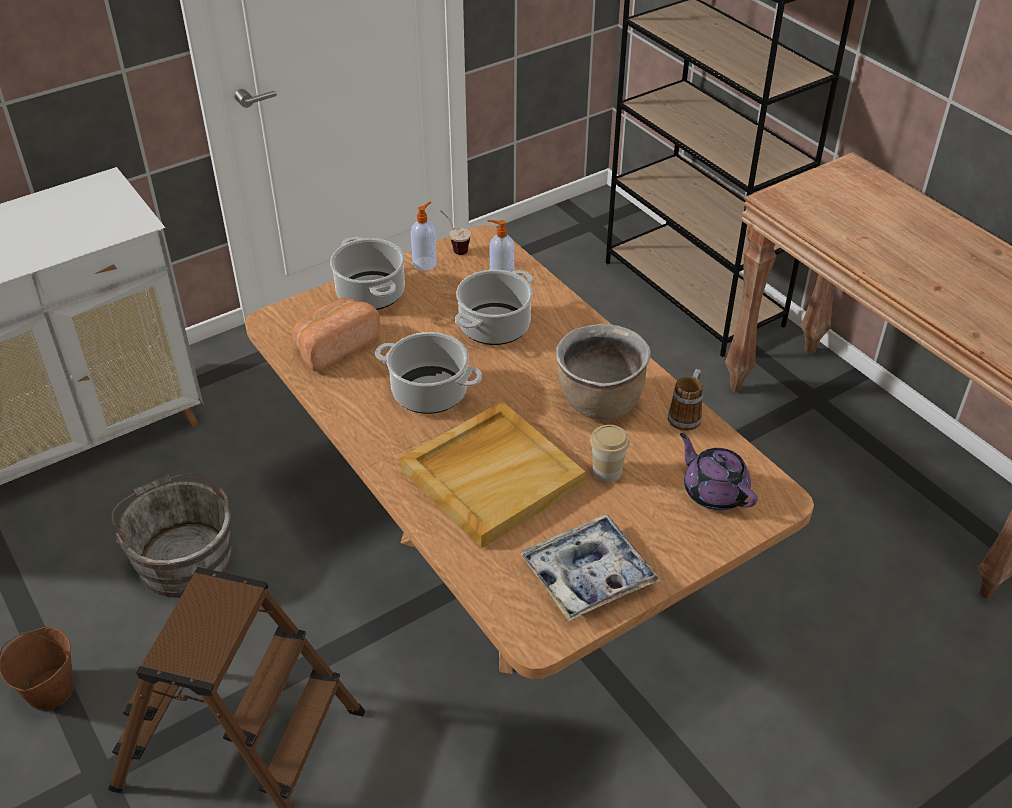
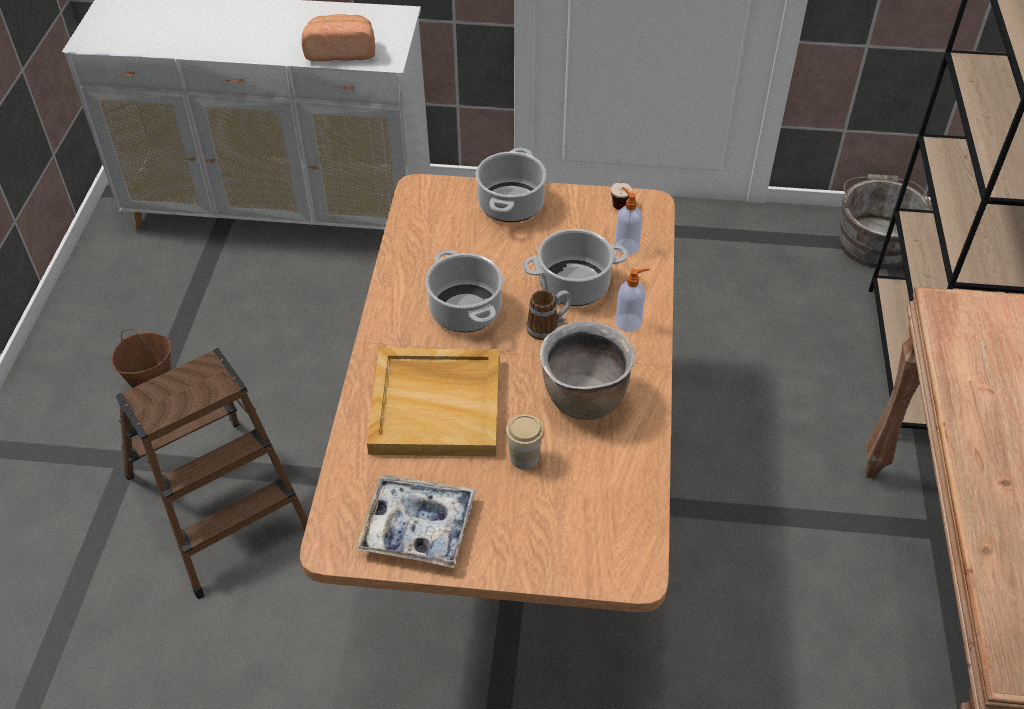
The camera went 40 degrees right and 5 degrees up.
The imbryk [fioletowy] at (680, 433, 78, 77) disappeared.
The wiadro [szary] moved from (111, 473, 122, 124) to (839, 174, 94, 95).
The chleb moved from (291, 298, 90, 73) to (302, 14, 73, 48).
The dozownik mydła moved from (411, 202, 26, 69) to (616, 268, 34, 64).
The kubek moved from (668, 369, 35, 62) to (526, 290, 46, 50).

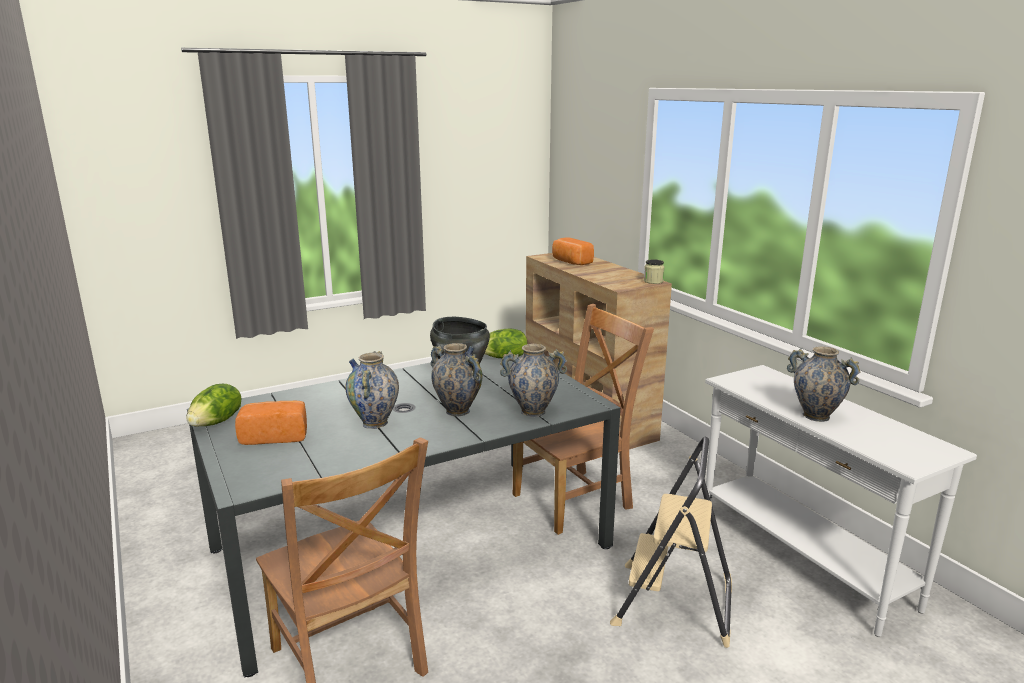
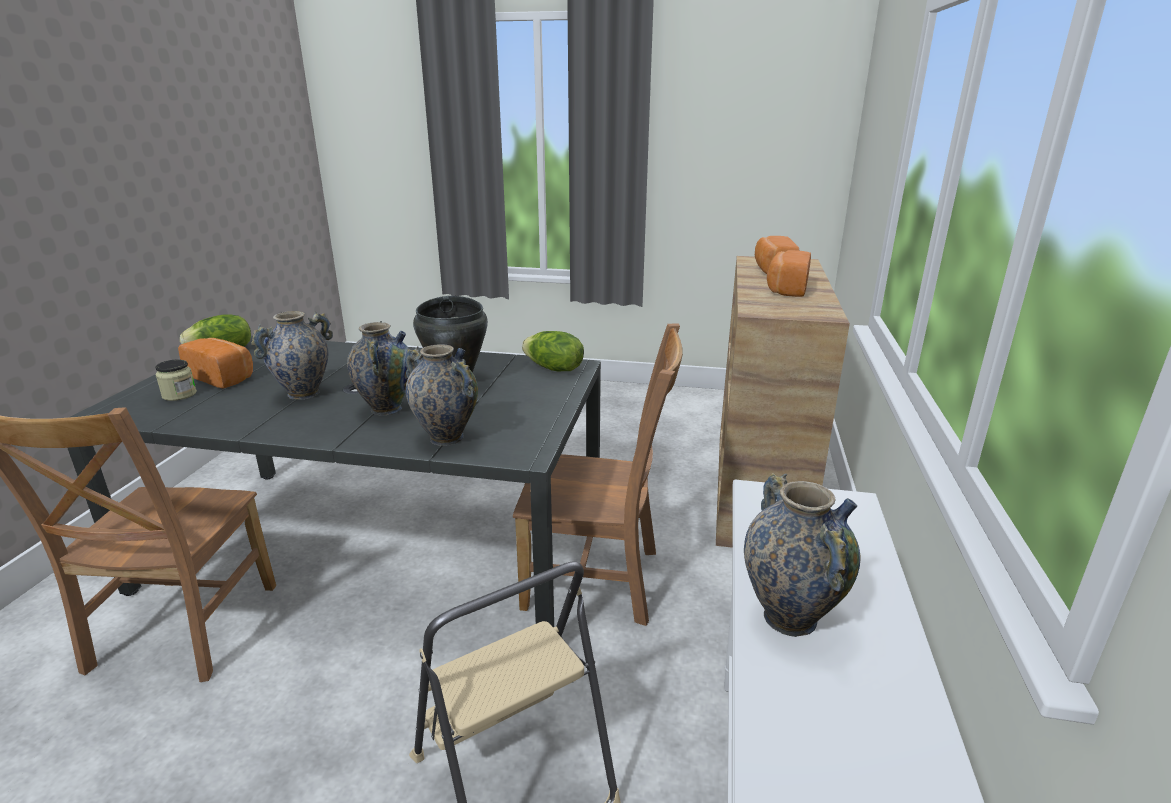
The camera went 40 degrees right and 5 degrees up.
The chleb at (767, 250, 44, 47) appeared.
The słoik moved from (644, 259, 21, 25) to (155, 359, 42, 42).

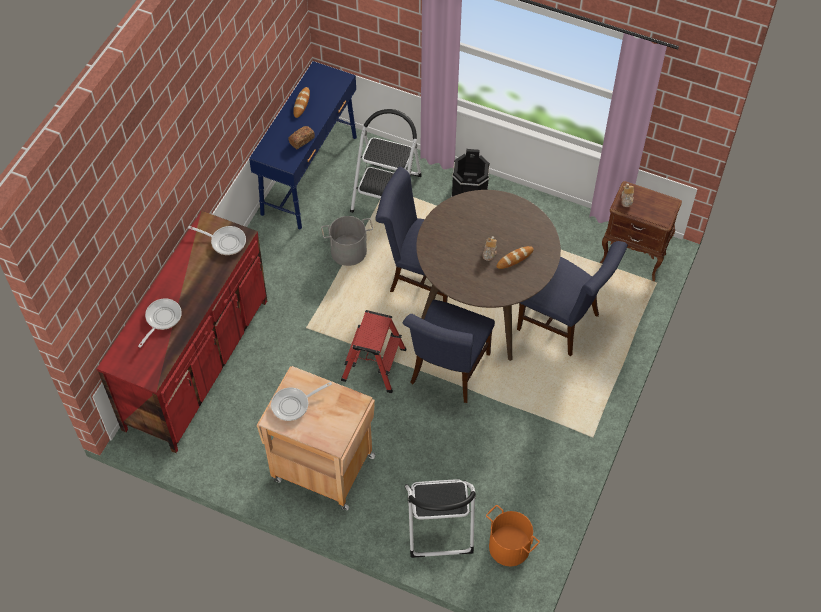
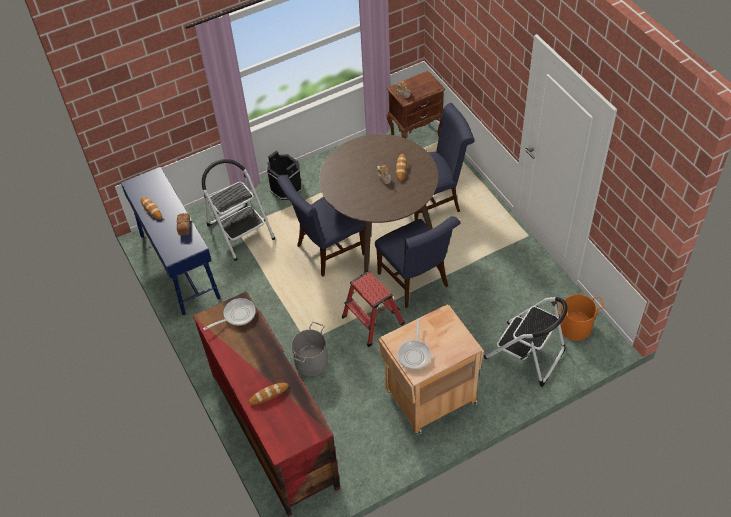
The camera went 50 degrees left and 5 degrees down.
The wiadro [szary] moved from (321, 216, 52, 50) to (292, 322, 36, 54).
The patelnia at (138, 298, 44, 50) was replaced by the chleb at (248, 383, 40, 22).

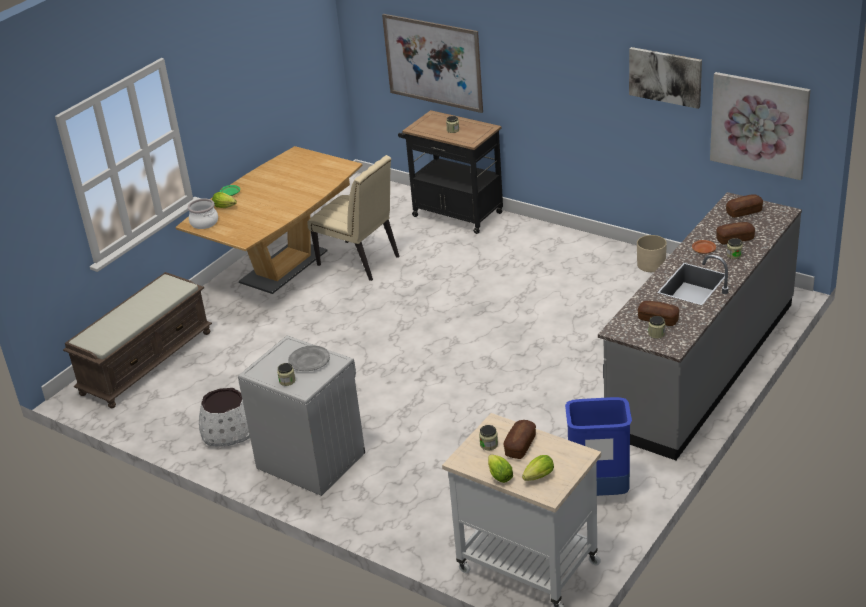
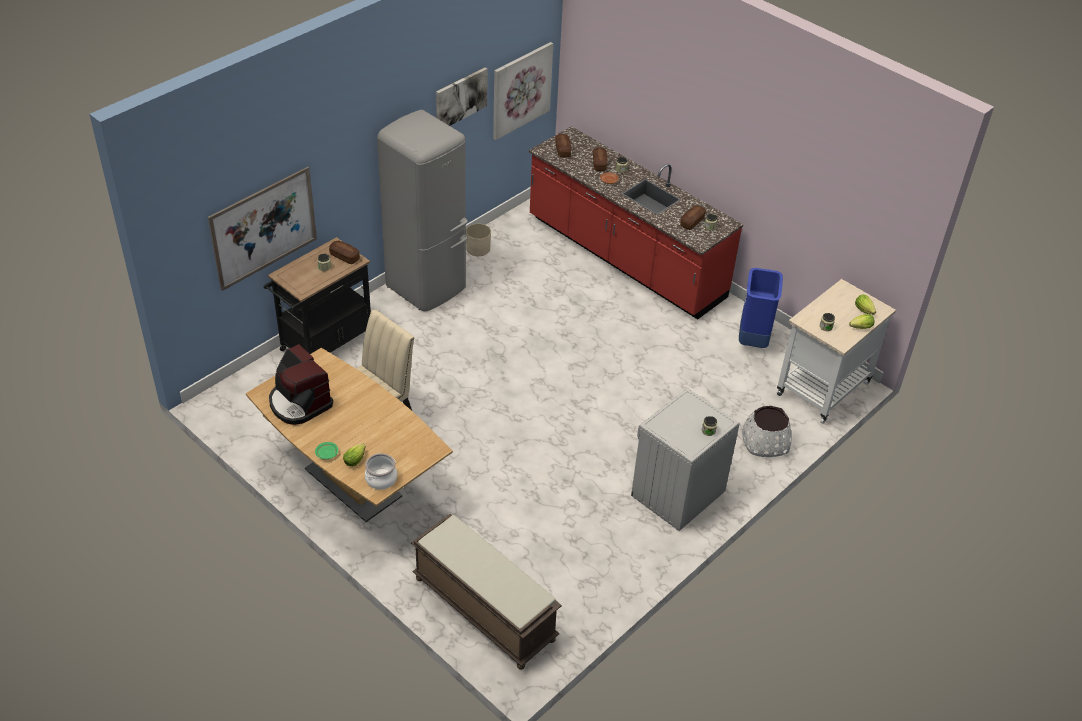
The camera went 85 degrees left and 10 degrees up.
The talerz [szary] at (288, 346, 42, 25) disappeared.
The ekspres do kawy at (269, 344, 64, 81) appeared.
The lodówka [szary] at (377, 110, 91, 201) appeared.
The donica [biały] moved from (199, 388, 51, 59) to (742, 406, 50, 51).
The chleb moved from (503, 420, 33, 39) to (329, 241, 31, 23).
The zabudowa kuchenna [szary] at (598, 192, 204, 268) became the zabudowa kuchenna [czerwony] at (529, 126, 214, 193).

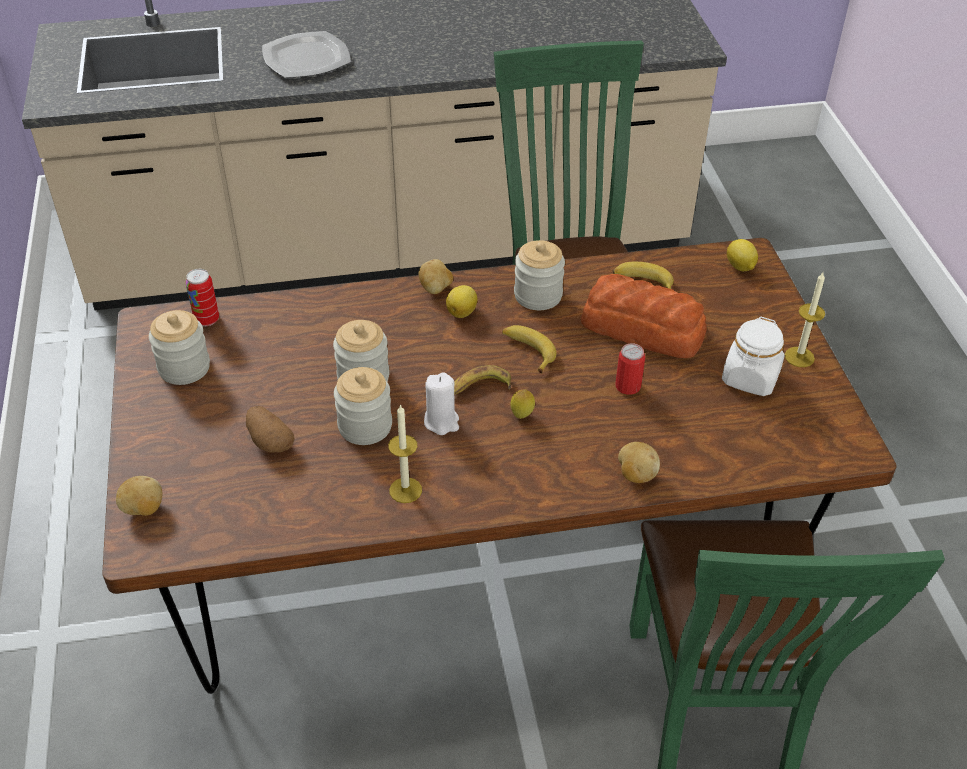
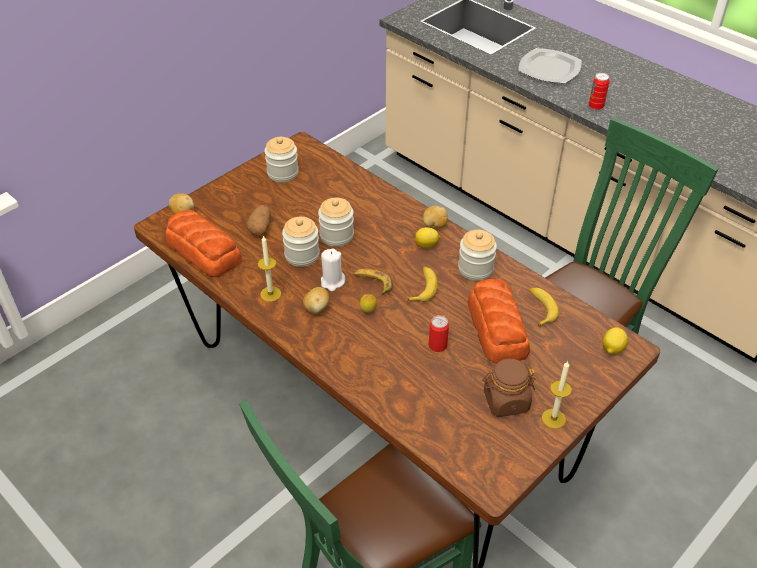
The camera went 55 degrees right and 0 degrees up.
The chleb at (166, 210, 76, 67) appeared.
The puszka moved from (186, 269, 33, 57) to (589, 73, 21, 37).
The ziemniak moved from (618, 442, 42, 41) to (303, 287, 26, 27).
The słoik [biały] at (722, 317, 63, 79) became the słoik [brązowy] at (482, 359, 54, 58).

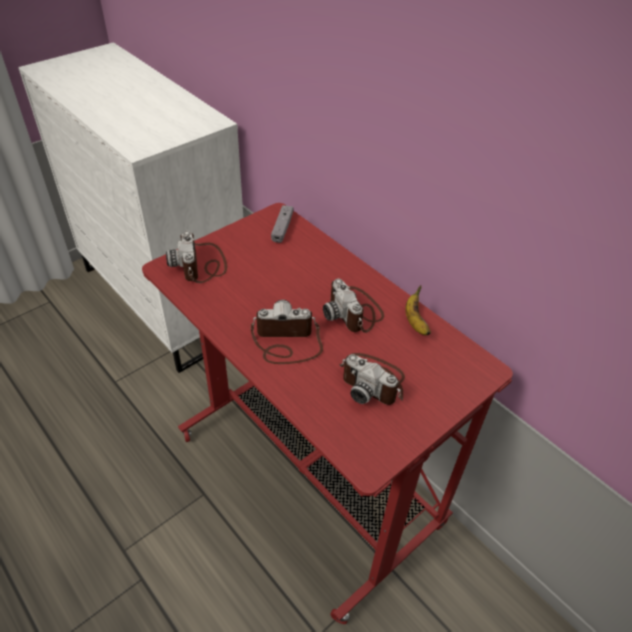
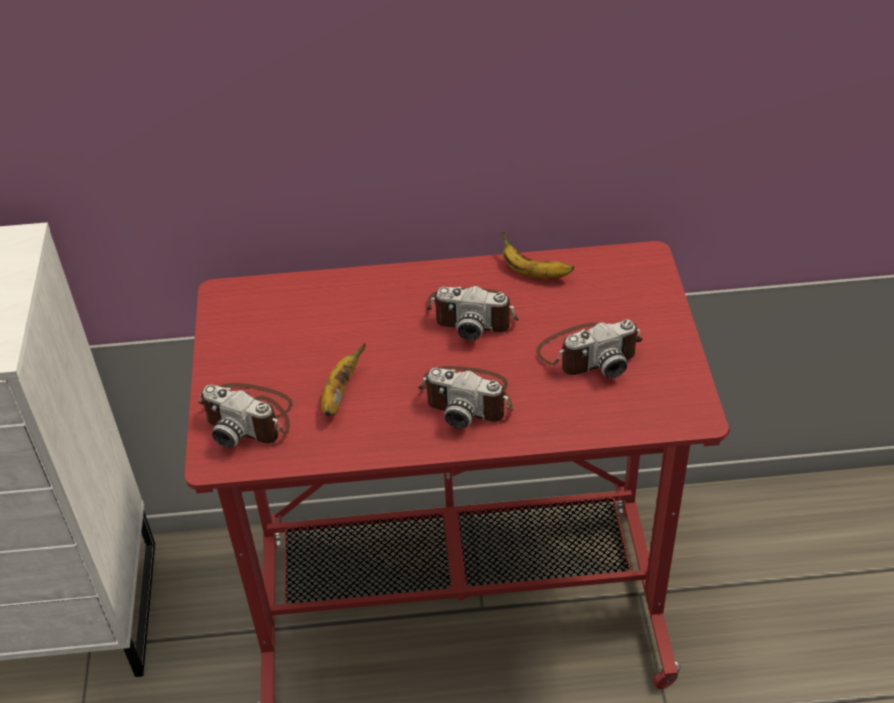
The camera went 50 degrees left and 0 degrees up.
The pad do gier [szary] at (271, 205, 23, 38) disappeared.
The banan at (321, 343, 45, 73) appeared.
The aparat fotograficzny at (251, 300, 72, 64) turned 105 degrees counterclockwise.

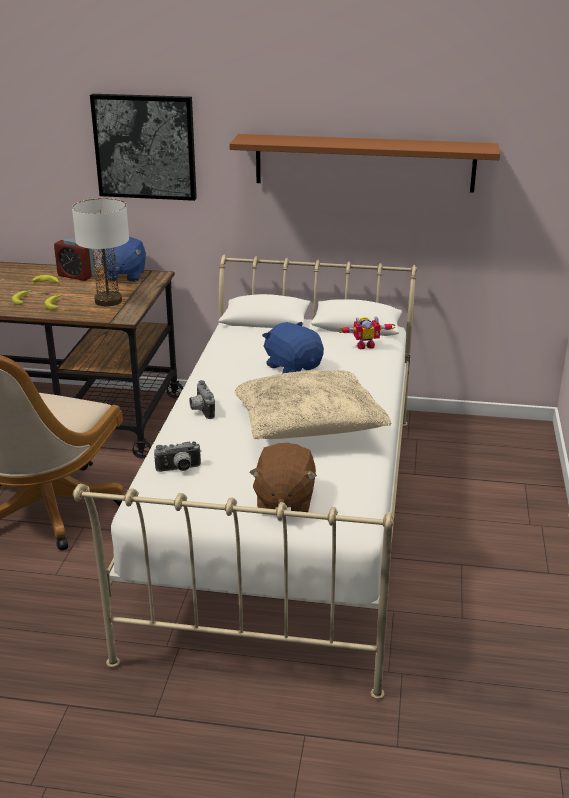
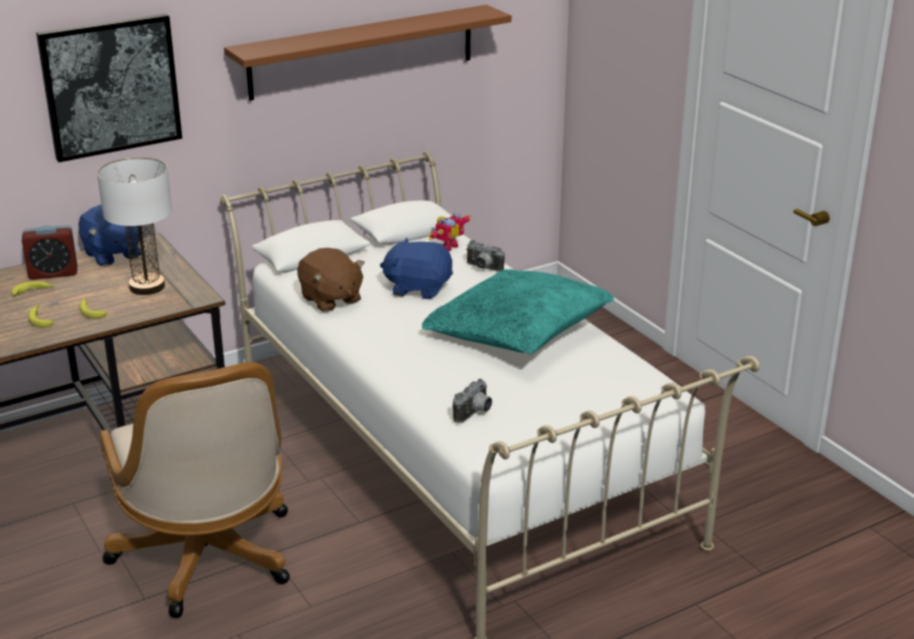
The camera went 40 degrees left and 0 degrees up.
The aparat fotograficzny moved from (189, 380, 26, 39) to (466, 240, 39, 32).
The pluszak [brązowy] moved from (249, 443, 68, 69) to (297, 248, 68, 64).
The poduszka [beżowy] at (235, 370, 157, 69) became the poduszka [turkusowy] at (422, 269, 192, 85).

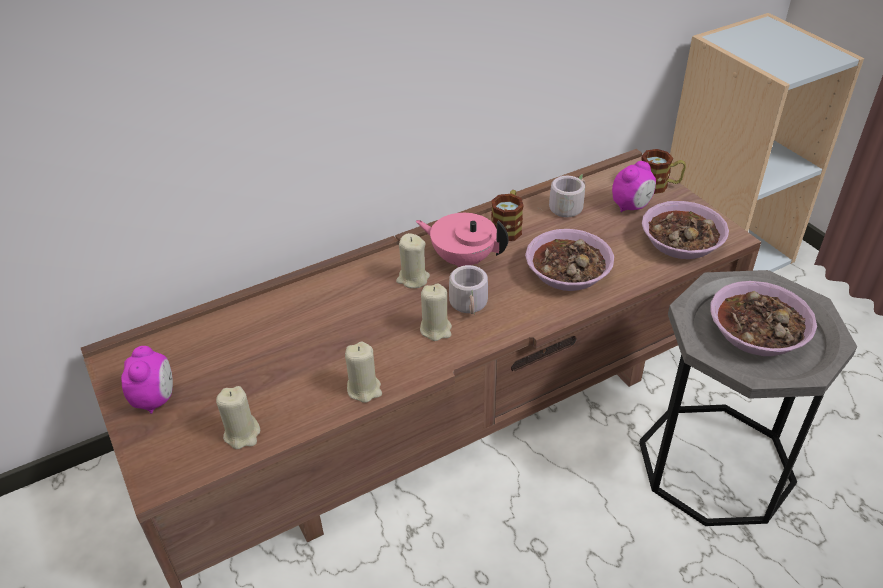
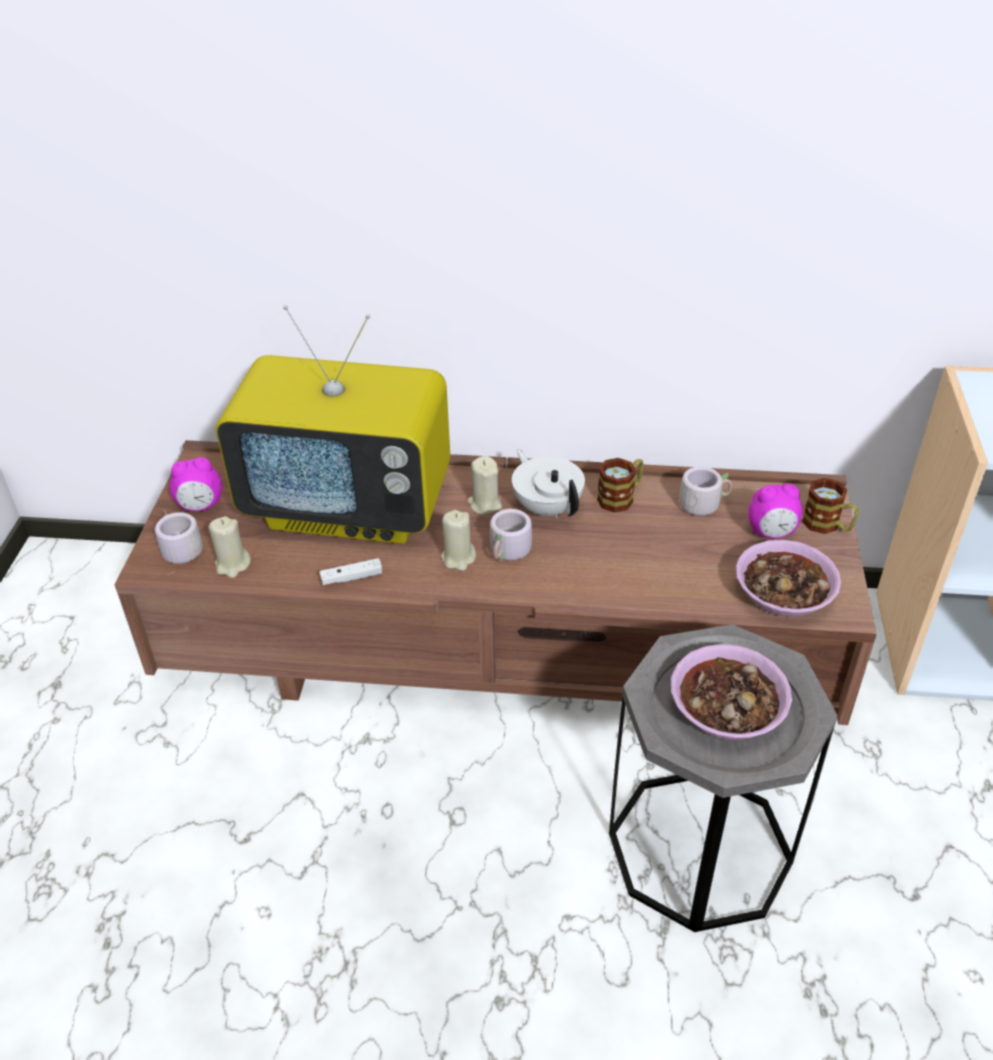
The camera went 35 degrees right and 0 degrees up.
The miska at (525, 229, 89, 62) disappeared.
The kubek [szary] at (155, 509, 48, 65) appeared.
The telewizor at (216, 305, 234, 239) appeared.
The świeca [beżowy] at (345, 342, 37, 61) was replaced by the pad do gier [biały] at (319, 558, 63, 27).
The imbryk [różowy] at (416, 213, 92, 54) became the imbryk [biały] at (512, 449, 73, 69).
The budzik at (121, 346, 52, 68) turned 45 degrees clockwise.

